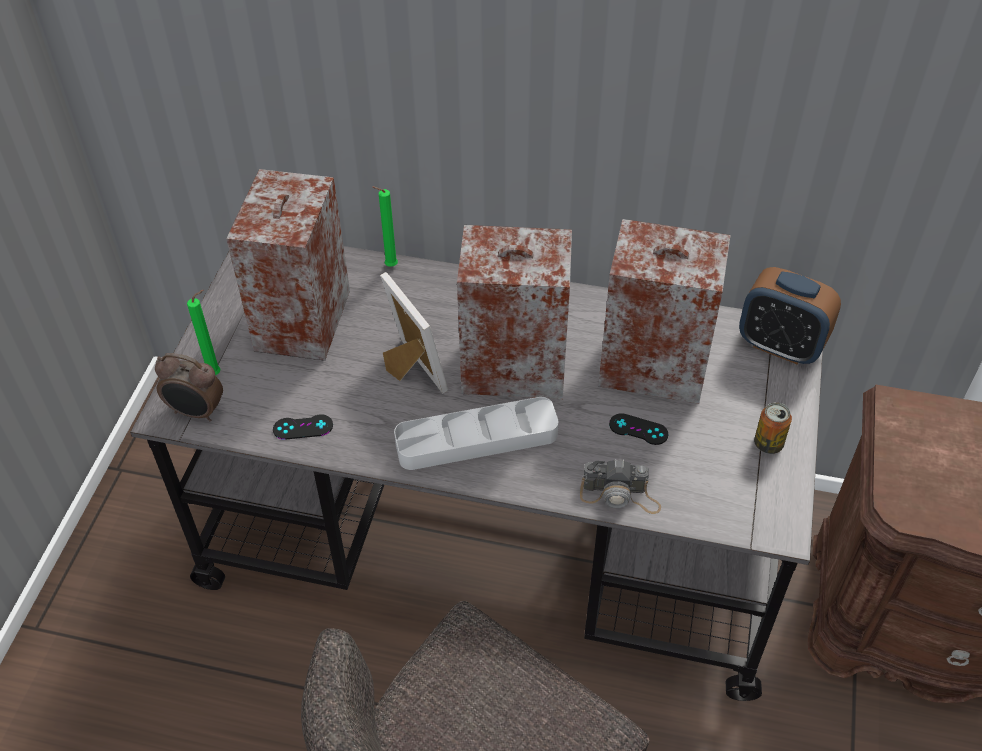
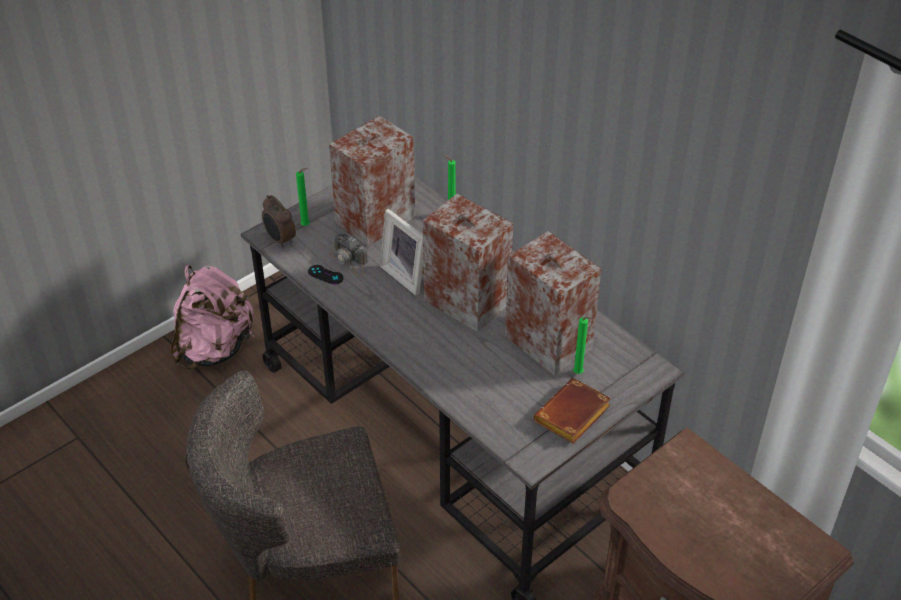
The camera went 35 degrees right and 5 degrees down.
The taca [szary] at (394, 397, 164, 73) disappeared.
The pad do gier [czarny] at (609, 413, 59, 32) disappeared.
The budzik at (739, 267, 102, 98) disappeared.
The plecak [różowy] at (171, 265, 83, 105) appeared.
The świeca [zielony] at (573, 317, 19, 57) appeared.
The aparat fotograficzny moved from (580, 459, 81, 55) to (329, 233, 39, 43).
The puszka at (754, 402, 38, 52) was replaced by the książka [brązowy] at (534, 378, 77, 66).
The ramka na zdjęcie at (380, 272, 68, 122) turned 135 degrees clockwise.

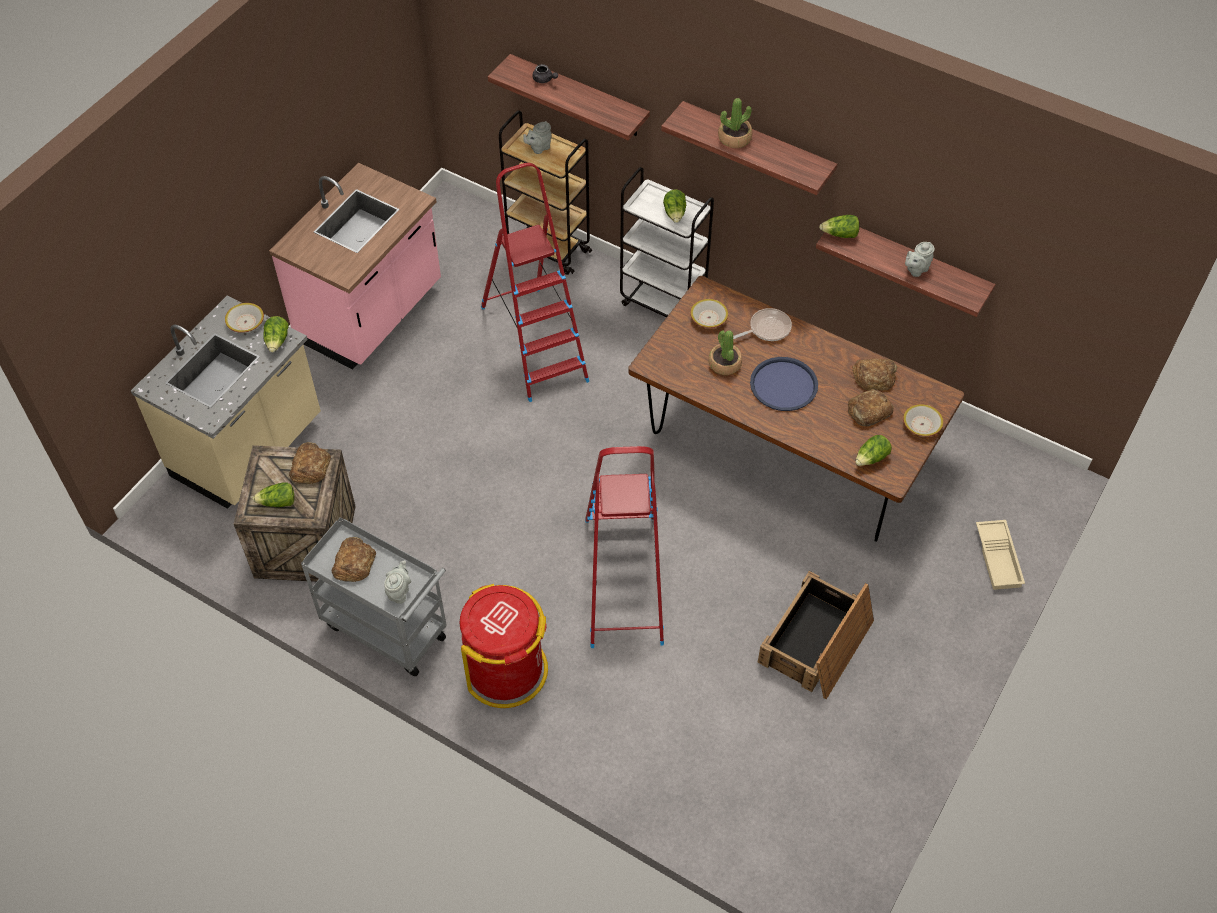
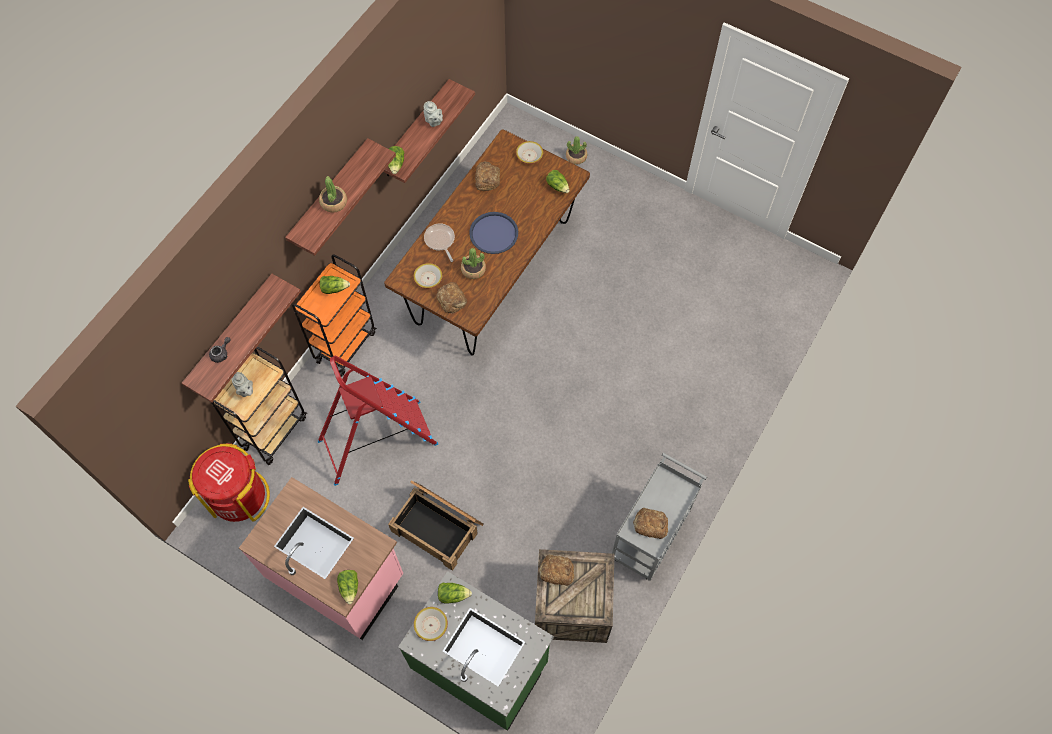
The camera went 90 degrees left and 10 degrees up.
The imbryk [szary] at (384, 561, 27, 43) disappeared.
The drabinka [czerwony] at (585, 446, 79, 202) disappeared.
The sałata moved from (253, 482, 41, 25) to (337, 570, 21, 34).
The kosz na śmieci [czerwony] moved from (460, 584, 88, 124) to (188, 443, 82, 79).
The skrzynka moved from (758, 571, 116, 128) to (388, 480, 96, 91).
The chleb moved from (848, 389, 46, 37) to (436, 282, 31, 31).
The taca [beżowy] at (976, 520, 49, 70) was replaced by the roślina doniczkowa at (566, 136, 21, 29).
The zabudowa kuchenna [beżowy] at (131, 296, 190, 213) became the zabudowa kuchenna [zielony] at (398, 571, 156, 160).
The wózek [biały] at (620, 167, 94, 150) became the wózek [pomarańczowy] at (292, 254, 85, 123).

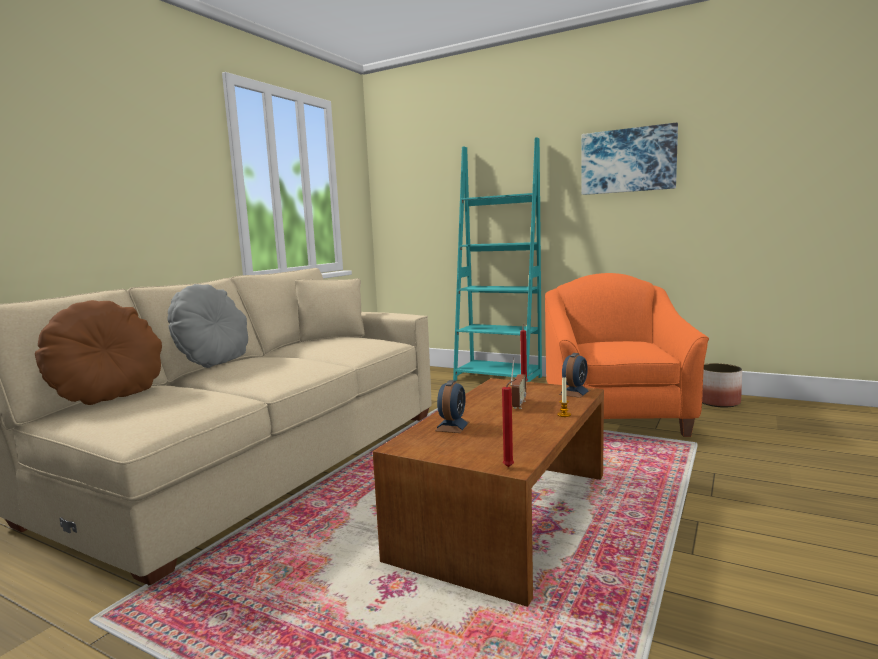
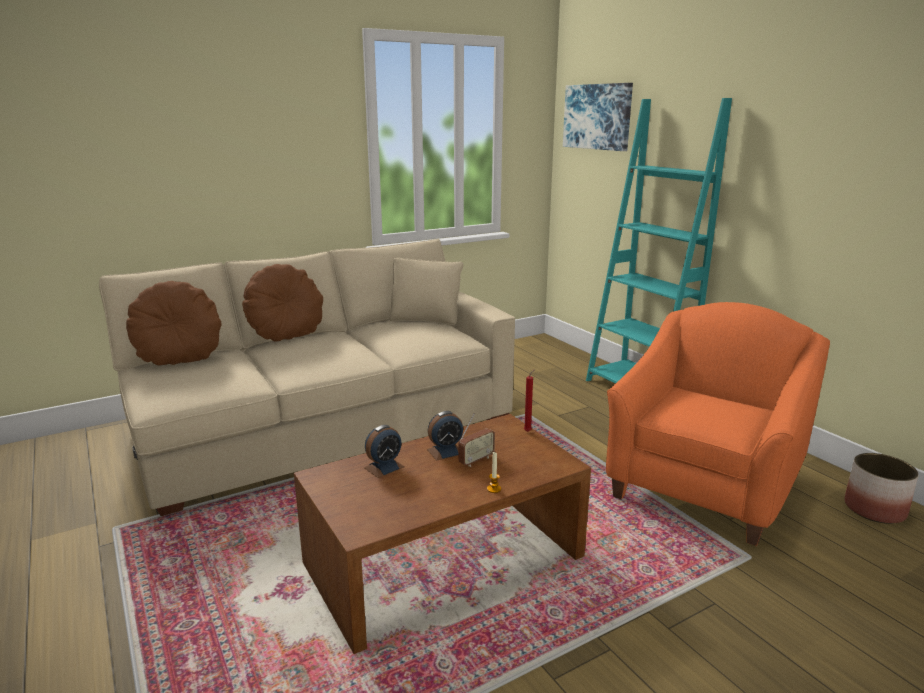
The camera went 30 degrees right and 10 degrees up.
The świeca [czerwony] at (502, 379, 14, 88) disappeared.
The budzik moved from (559, 353, 31, 45) to (427, 411, 36, 50).
The obraz moved from (581, 123, 97, 72) to (563, 83, 70, 68).
The poduszka [szary] at (168, 284, 80, 84) became the poduszka [brązowy] at (242, 264, 81, 78).

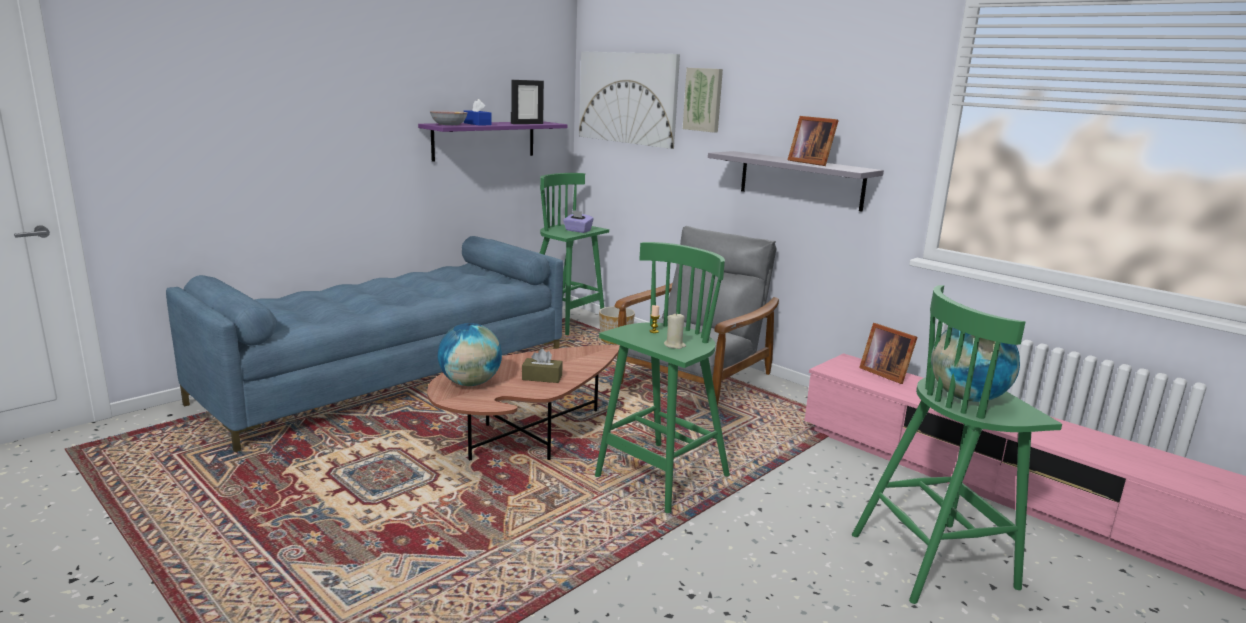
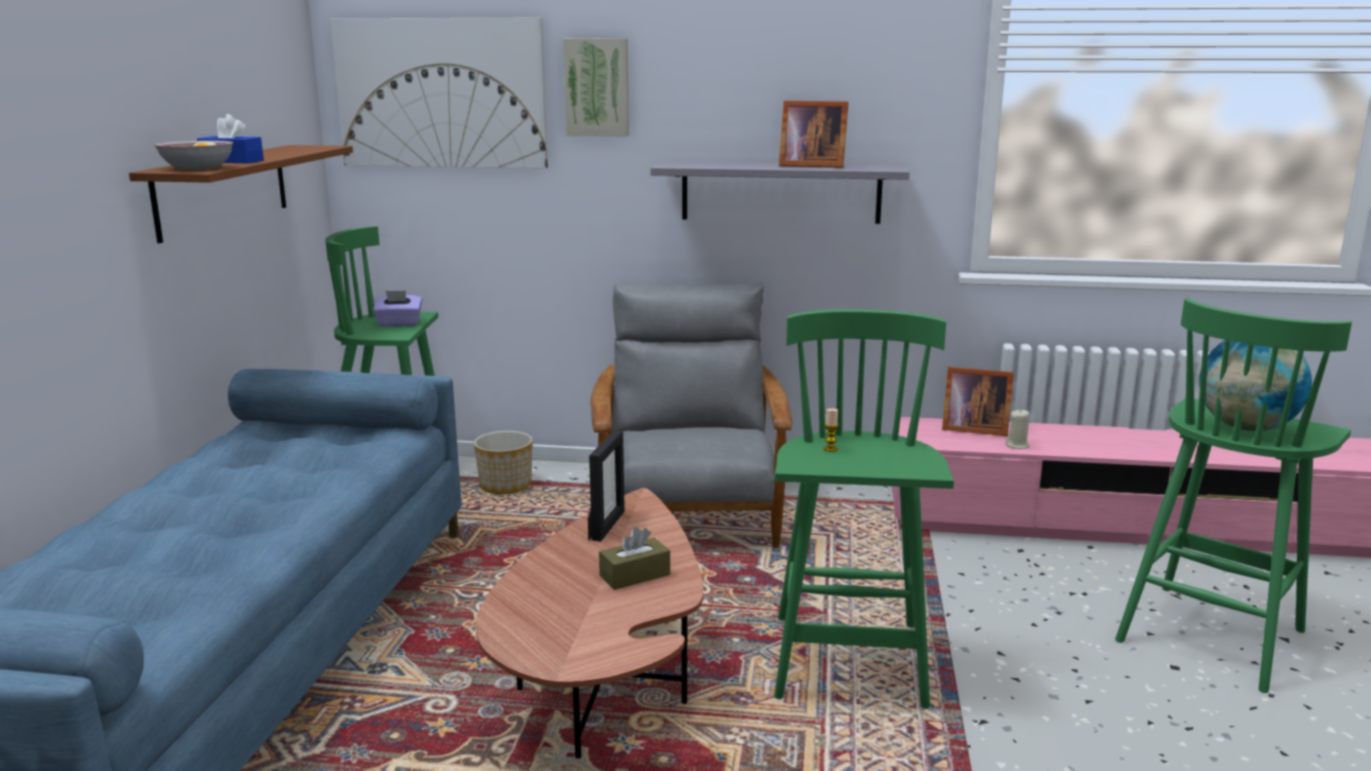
The camera went 35 degrees left and 0 degrees up.
The globus at (438, 323, 64, 63) disappeared.
The ramka na zdjęcie moved from (511, 80, 33, 44) to (588, 430, 37, 112).
The świeca [beżowy] moved from (664, 313, 22, 36) to (1005, 410, 25, 39).
The półka [fioletowy] at (418, 121, 149, 41) became the półka [brązowy] at (129, 145, 224, 98).

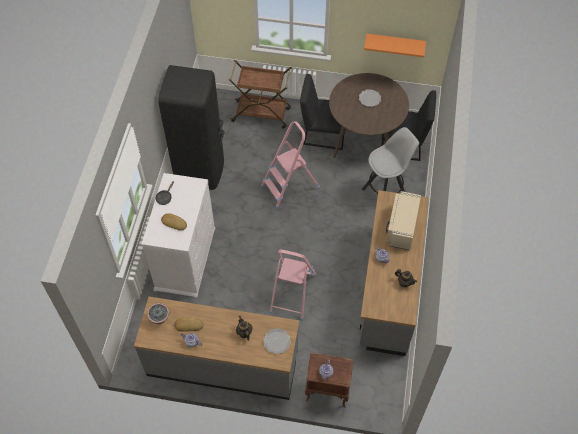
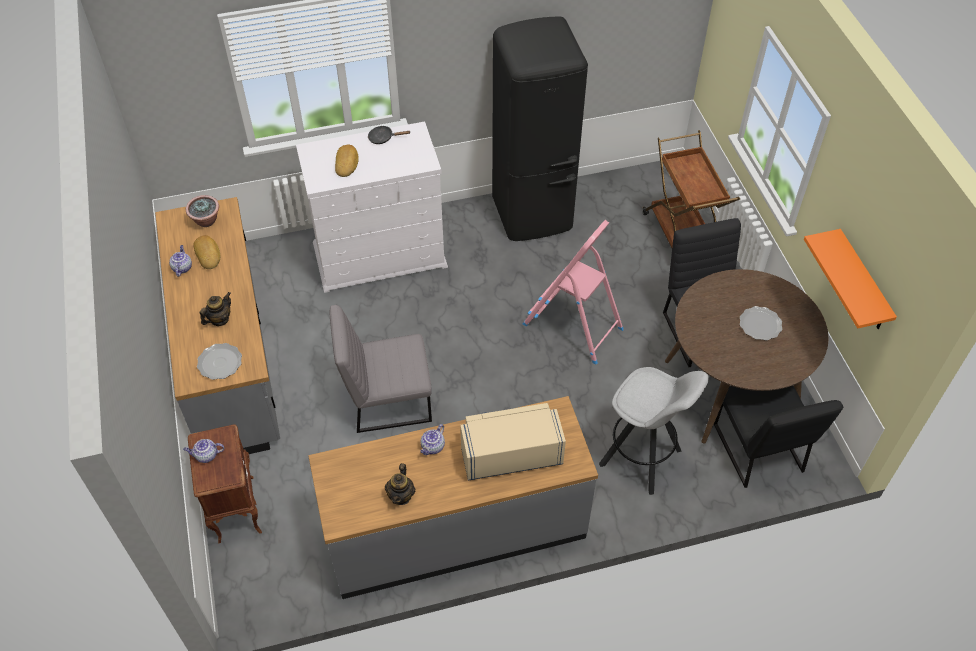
The camera went 65 degrees right and 5 degrees down.
The drabinka [różowy] at (270, 250, 46, 71) was replaced by the krzesło [szary] at (330, 305, 102, 128).

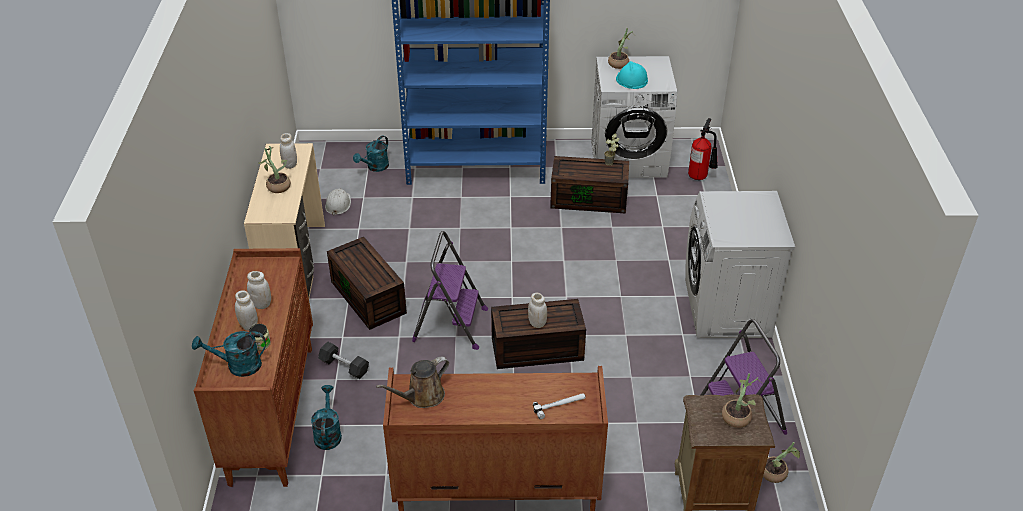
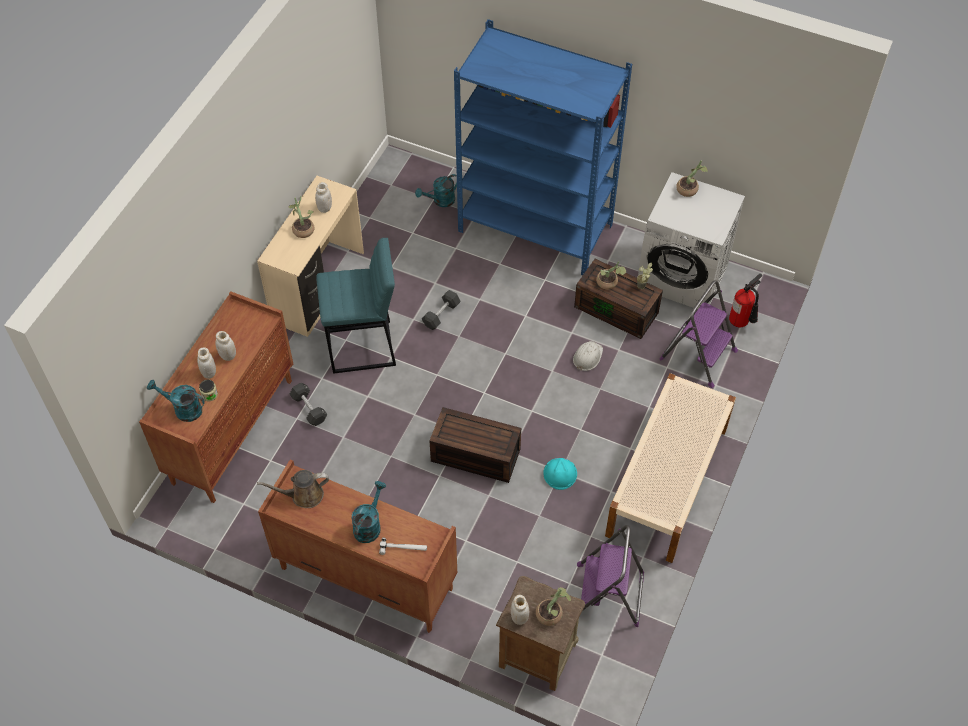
The camera went 25 degrees right and 15 degrees up.
The hantel [czarny] at (422, 290, 39, 40) appeared.
The konewka [turkusowy] moved from (311, 385, 31, 65) to (352, 481, 34, 62).
The kask [biały] moved from (325, 188, 26, 28) to (573, 341, 30, 30).
The drabinka [fioletowy] moved from (412, 231, 76, 119) to (660, 280, 78, 108).
The słoik [biały] moved from (528, 293, 19, 35) to (511, 595, 18, 30).
The kask [turkusowy] moved from (616, 61, 32, 28) to (543, 458, 34, 32).
The roślina doniczkowa moved from (763, 442, 37, 41) to (596, 261, 31, 28).
The pojemnik do przechowywania [brązowy] at (327, 237, 80, 93) was replaced by the stołek [turkusowy] at (316, 238, 80, 136).
The pralka [biały] at (685, 191, 110, 147) was replaced by the ławka [beżowy] at (605, 373, 131, 190).

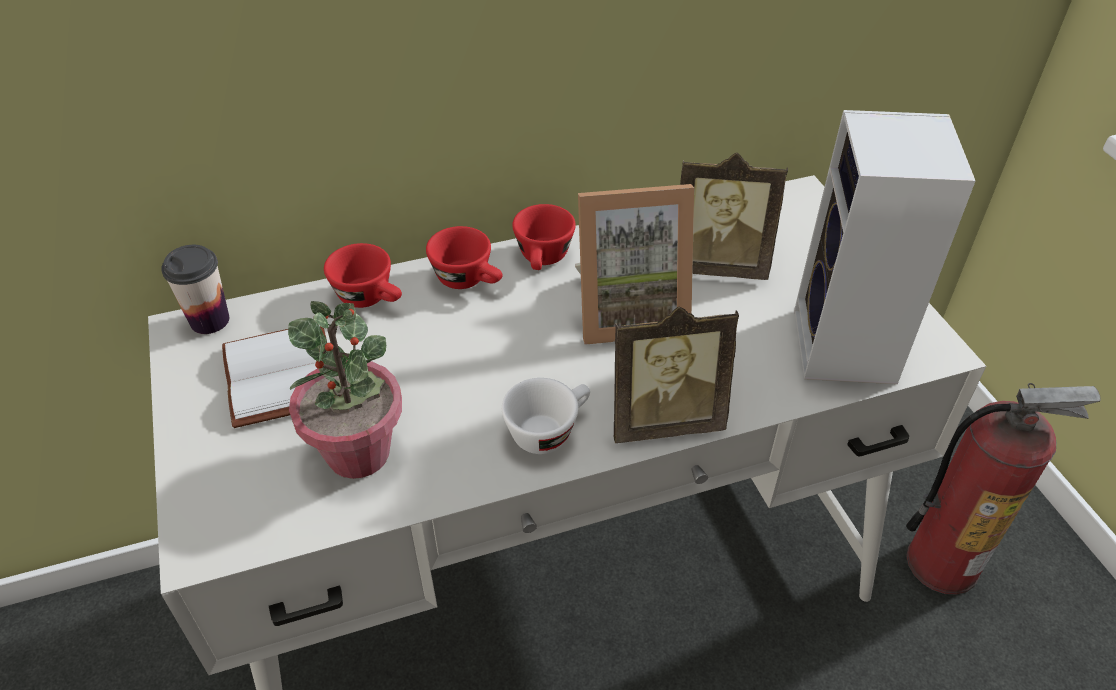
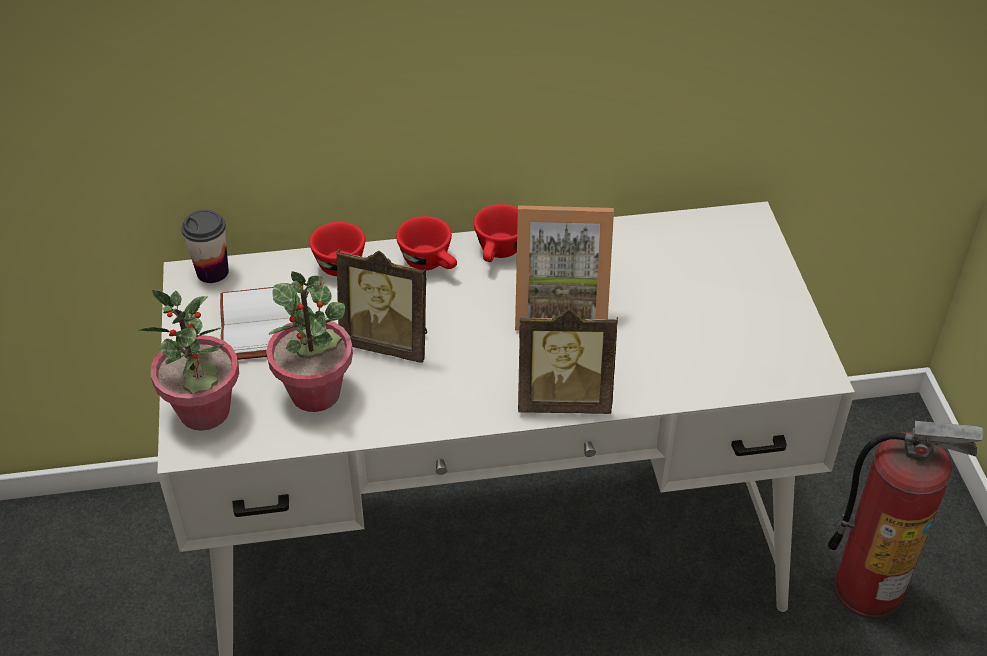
The camera went 10 degrees right and 0 degrees up.
The filiżanka [biały] at (502, 378, 88, 76) disappeared.
The głośnik at (794, 110, 181, 274) disappeared.
The roślina doniczkowa at (138, 289, 101, 142) appeared.
The ramka na zdjęcie moved from (680, 153, 108, 127) to (336, 250, 91, 113).

